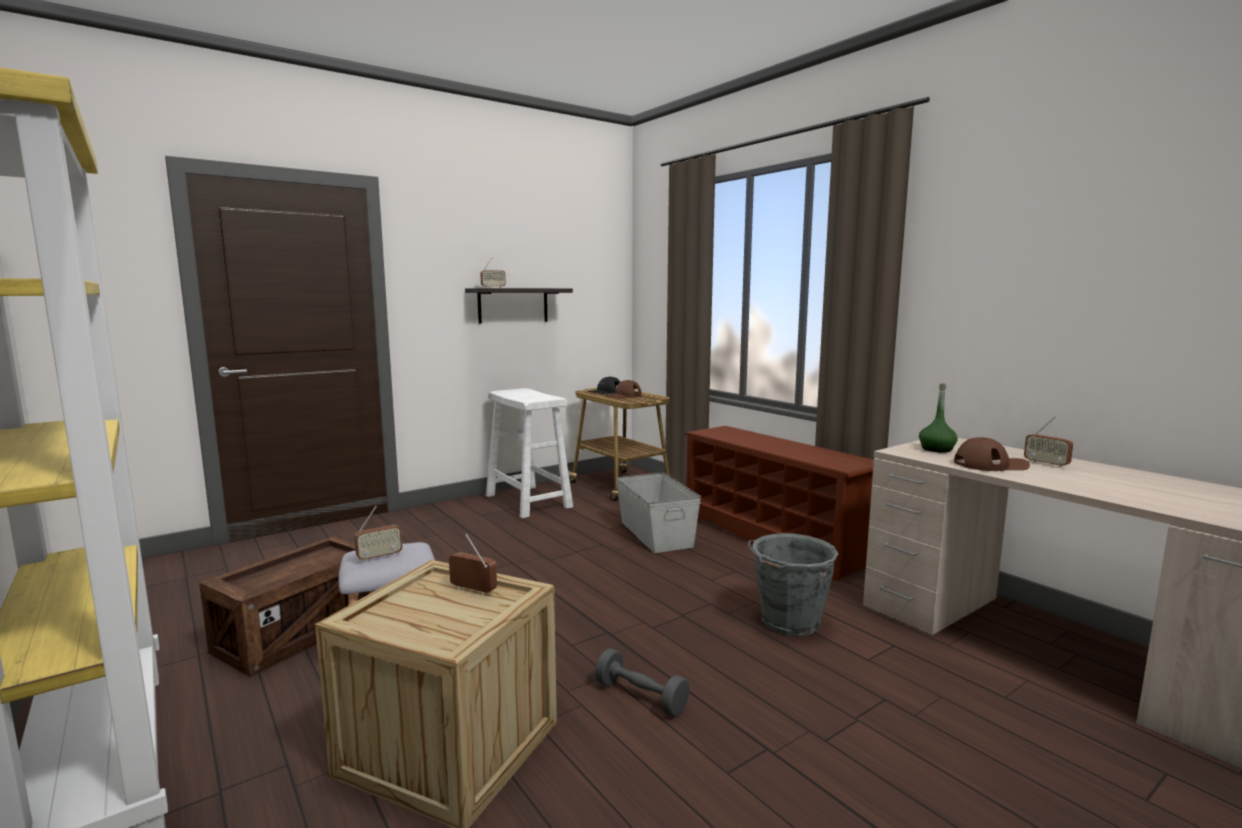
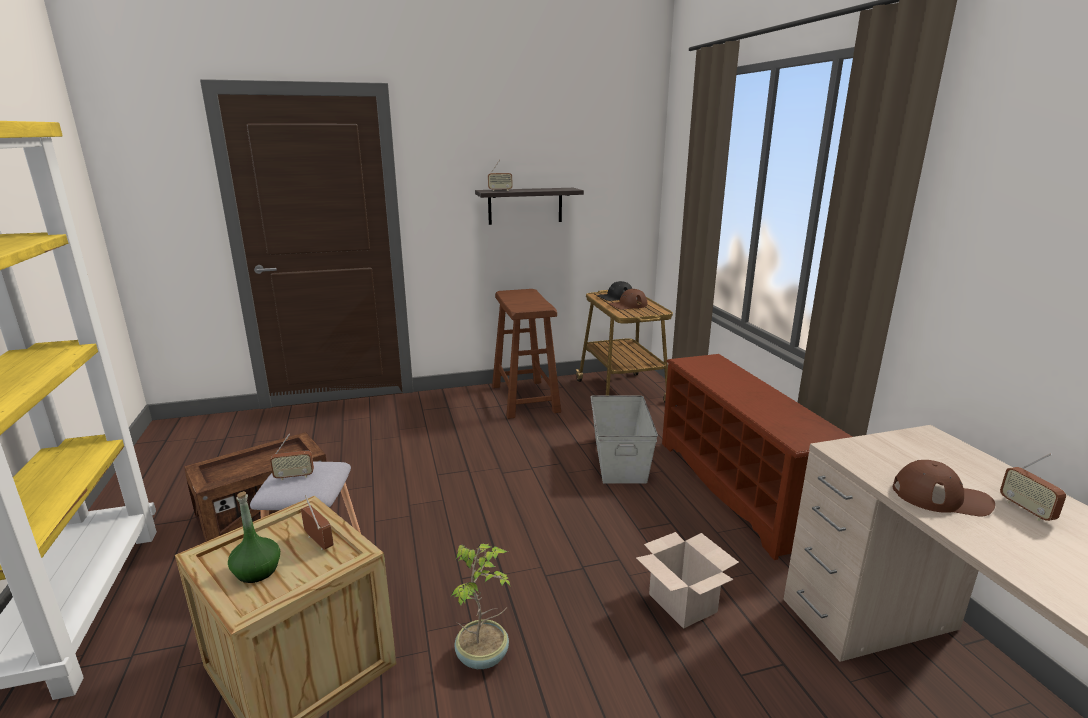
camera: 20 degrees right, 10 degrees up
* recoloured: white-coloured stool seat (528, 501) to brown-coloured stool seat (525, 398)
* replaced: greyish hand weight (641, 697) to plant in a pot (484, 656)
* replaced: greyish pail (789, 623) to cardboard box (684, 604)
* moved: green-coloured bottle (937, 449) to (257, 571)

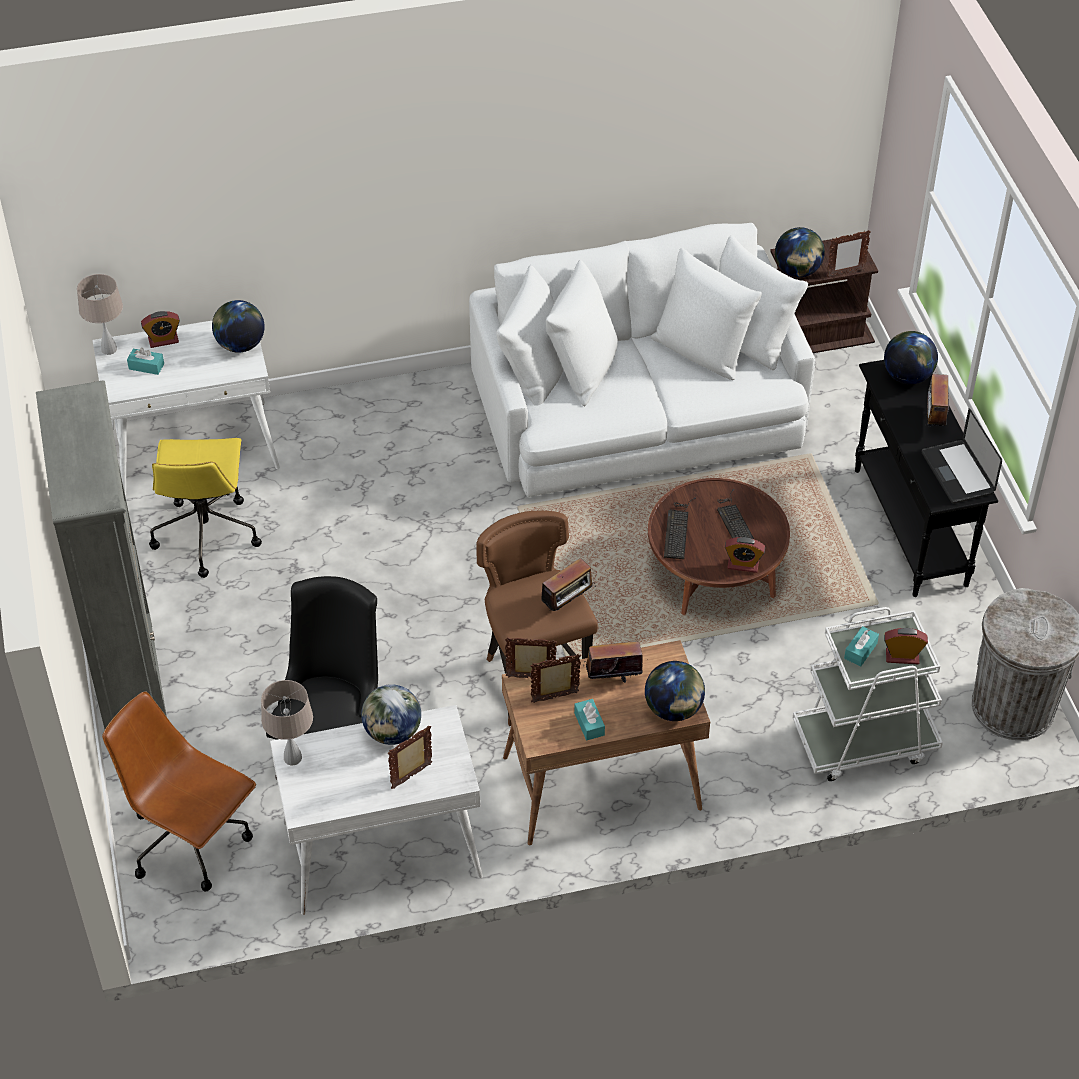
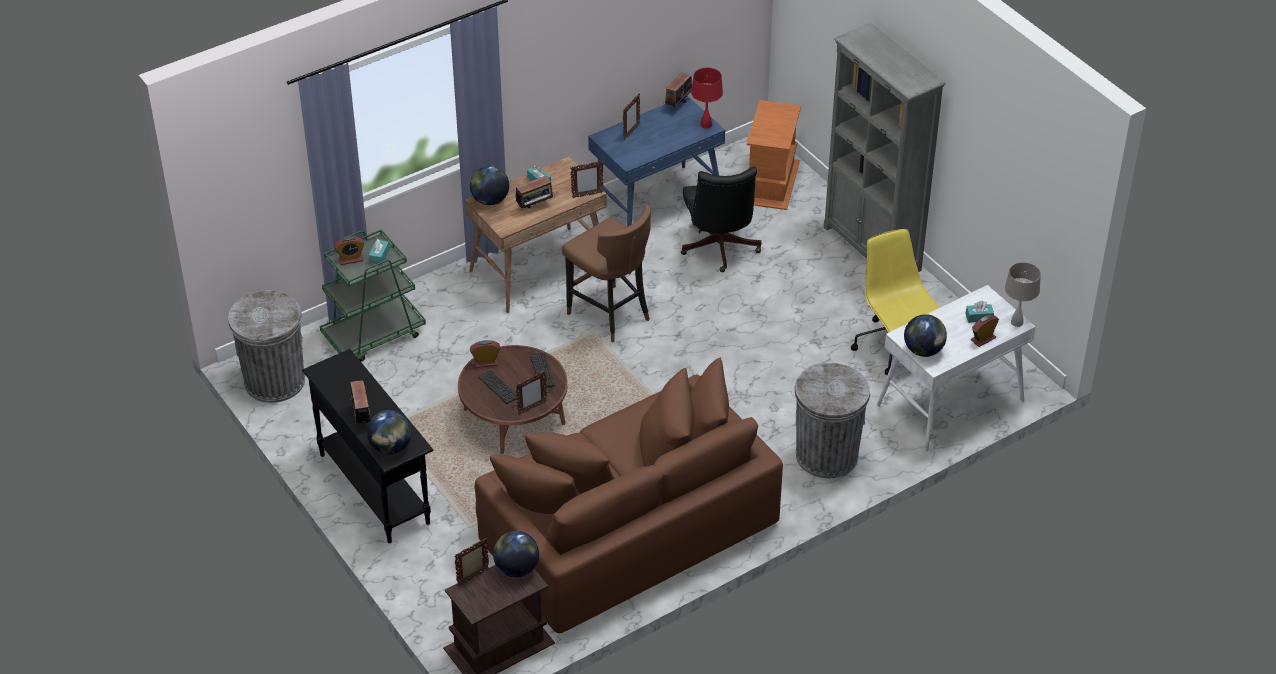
camera: 160 degrees right, 5 degrees down
* replaced: brown-coloured computer chair (191, 842) to orange-coloured end table (770, 182)
* recoloured: sand-coloured lamp for a table (293, 758) to red-coloured lamp for a table (705, 125)
* recoloured: white-coloured desk table (381, 851) to blue-coloured desk table (656, 205)
* removed: globe (393, 732)
* recoloured: white-coloured sofa (639, 410) to brown-coloured sofa (624, 528)
* moved: standing frame (555, 697) to (532, 408)
* moved: radio set (567, 603) to (677, 105)
* recoloured: white-coloured wheeled cart (864, 742) to green-coloured wheeled cart (374, 334)
* removed: laptop (957, 473)
* added: greyish trash can (827, 455)

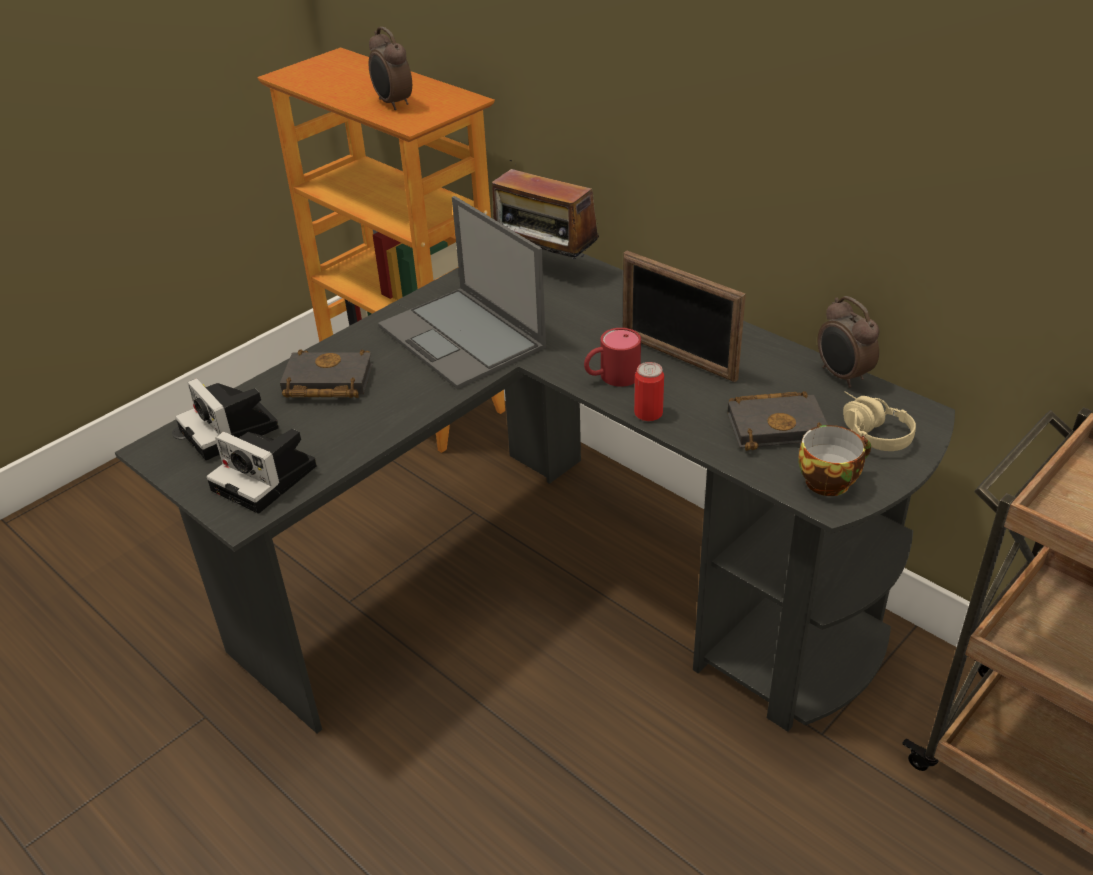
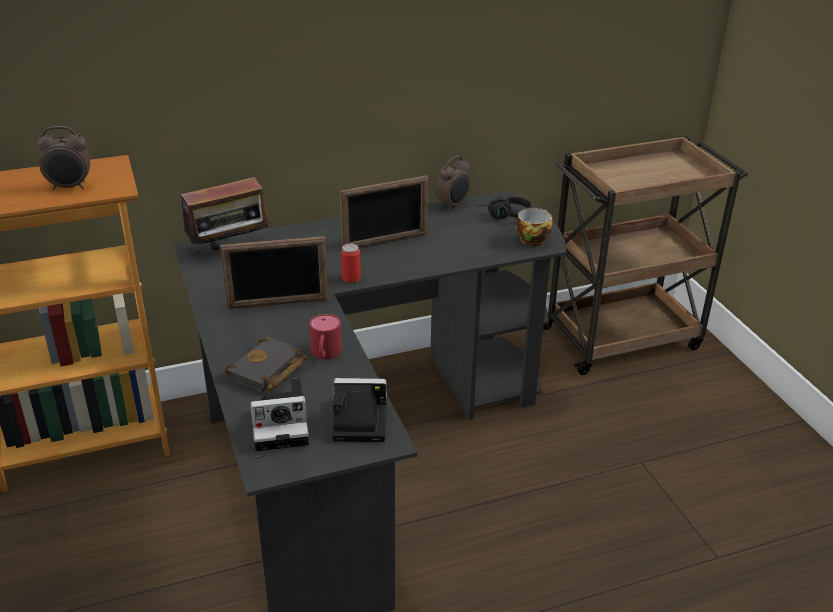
camera: 65 degrees left, 5 degrees down
* turned: still camera (268, 478) = (357, 421) 150 degrees counterclockwise
* replaced: laptop (463, 338) to standing frame (278, 303)
* moved: red-coloured tea mug (611, 377) to (325, 354)
* moved: can (648, 413) to (351, 278)
* removed: black-coloured book (777, 425)
* turned: alarm clock (842, 376) = (453, 205) 45 degrees counterclockwise
* recoloured: sand-coloured pair of headphones (868, 431) to black-coloured pair of headphones (503, 216)

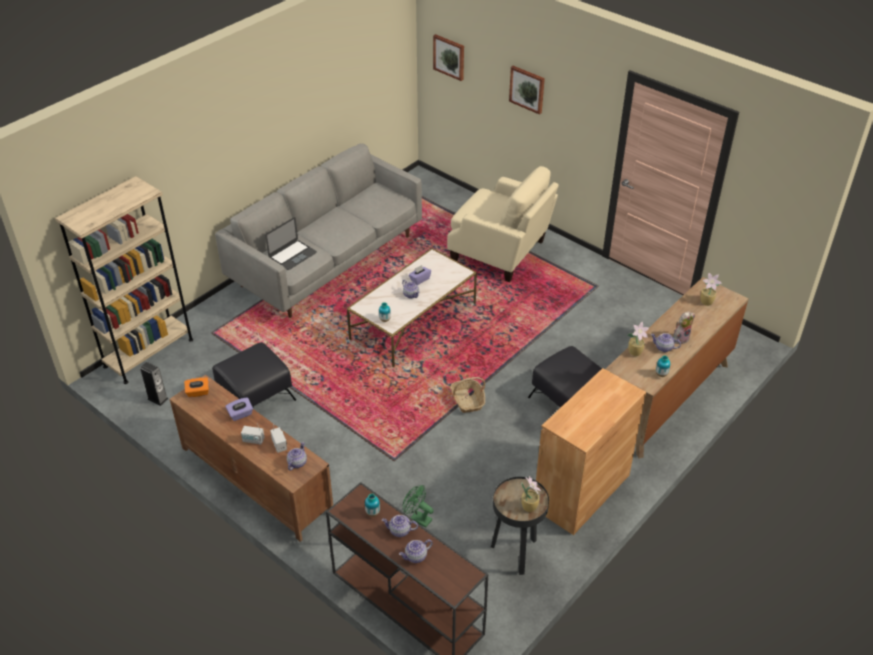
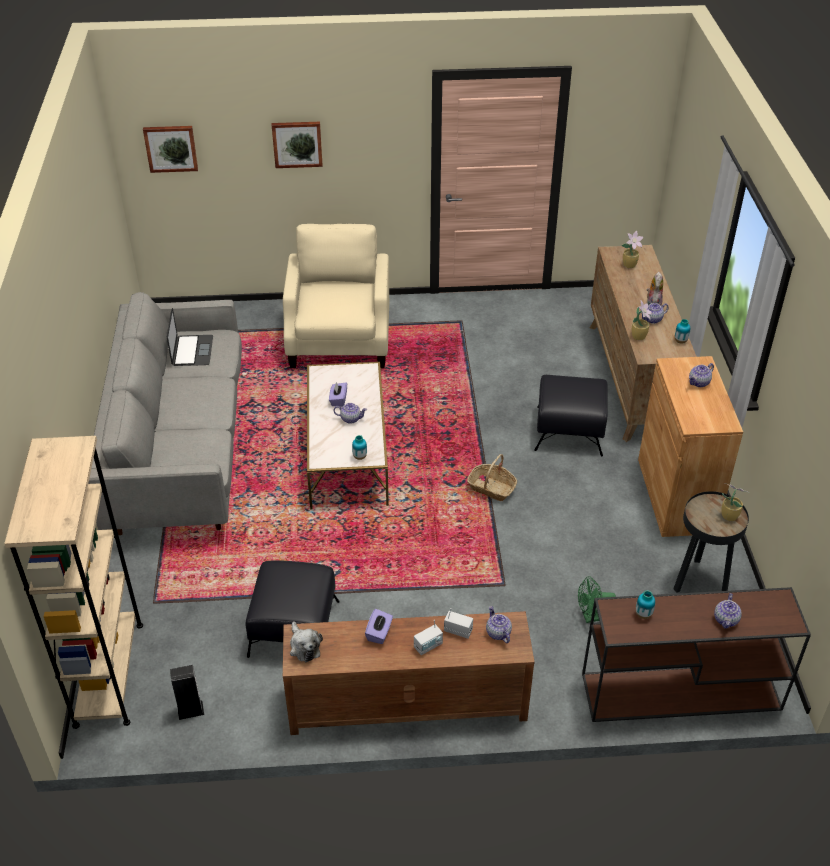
camera: 45 degrees left, 0 degrees up
* replaced: orange-coloured tissue box (198, 392) to soft toy (304, 647)
* moved: laptop (292, 255) to (192, 351)
* moved: pot for tea (399, 531) to (699, 383)
* turned: sand-coloured lounge chair (500, 252) = (339, 341) 75 degrees counterclockwise

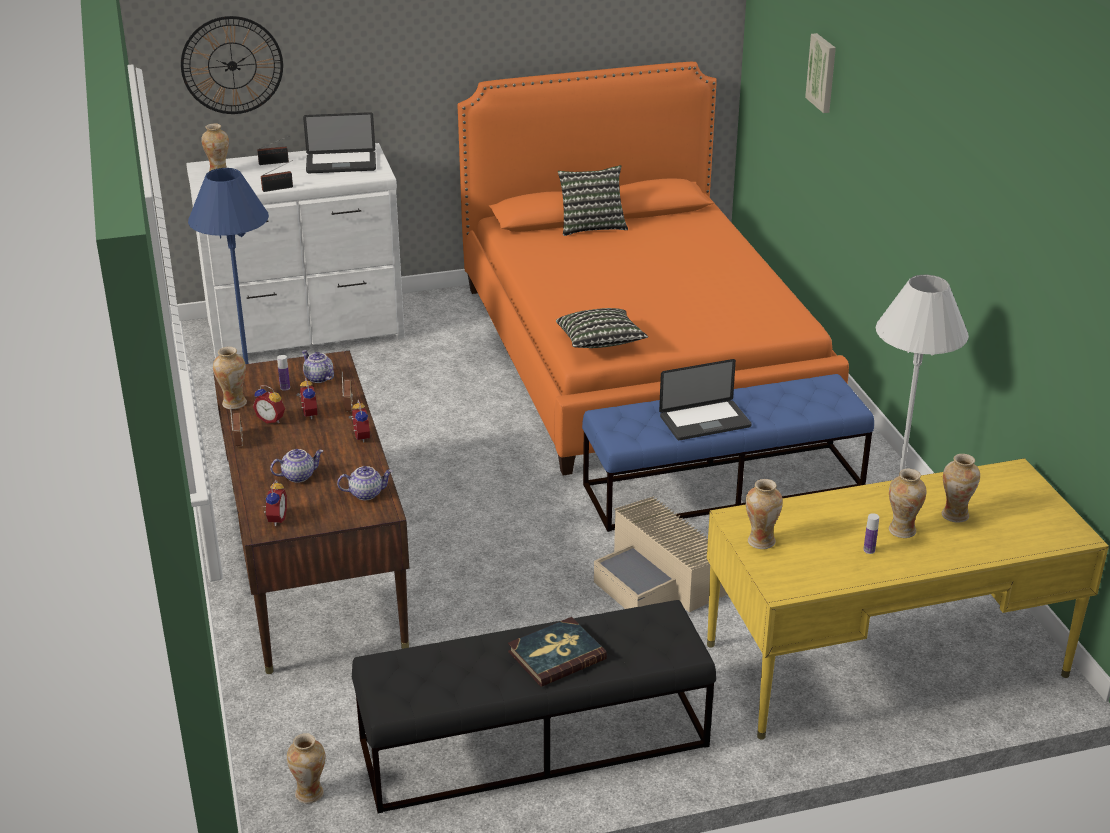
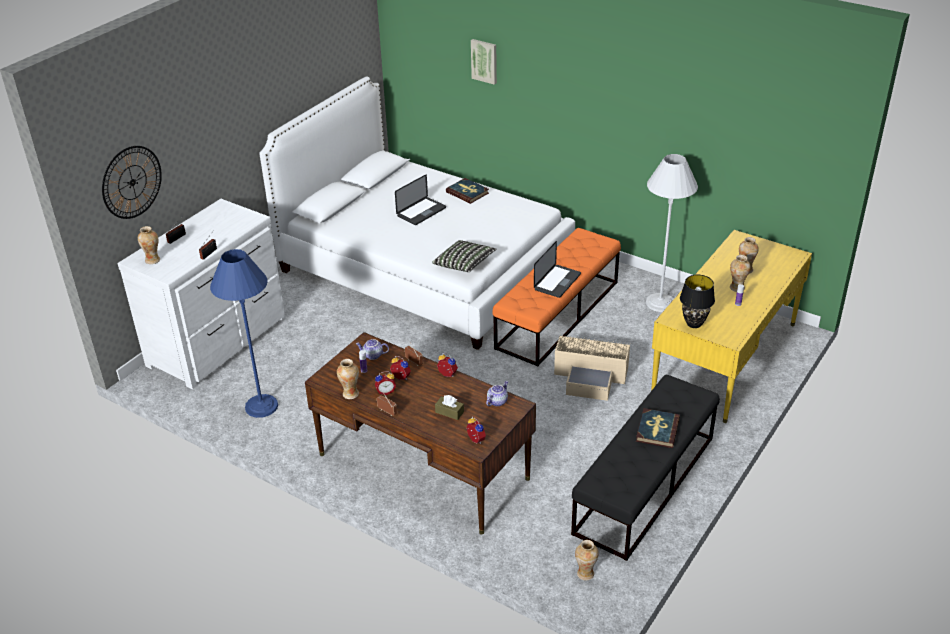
camera: 40 degrees left, 5 degrees up
* replaced: pot for tea (298, 476) to brown-coloured tissue box (449, 412)
* moved: laptop (341, 164) to (421, 212)
* recoloured: orange-coloured bed (637, 355) to white-coloured bed (424, 266)
* removed: cushion (591, 226)
* recoloured: blue-coloured bench (724, 486) to orange-coloured bench (558, 314)
* replaced: flower vase (761, 541) to black-coloured lamp for a table (694, 324)
* added: book (467, 192)

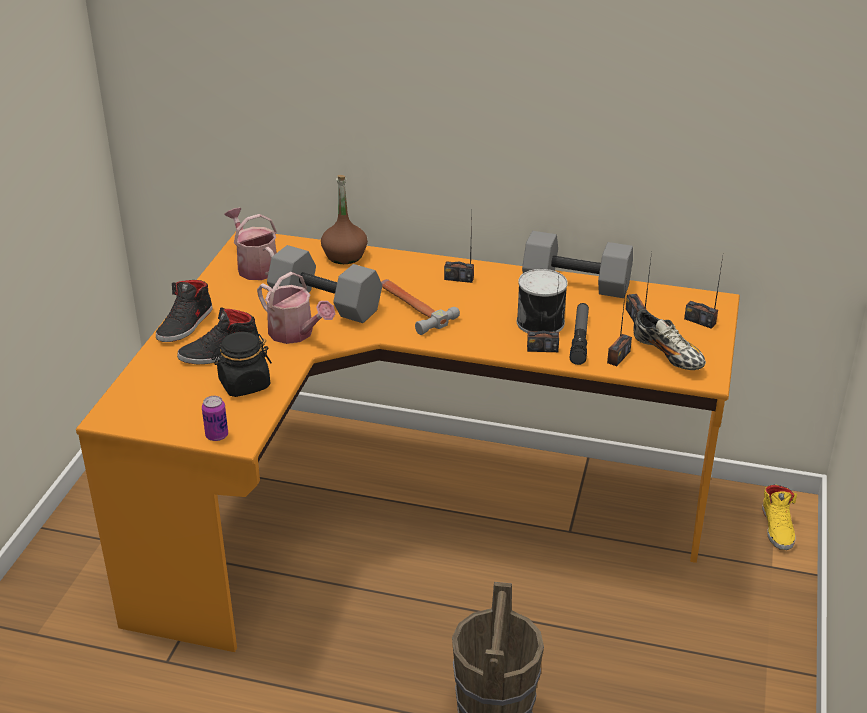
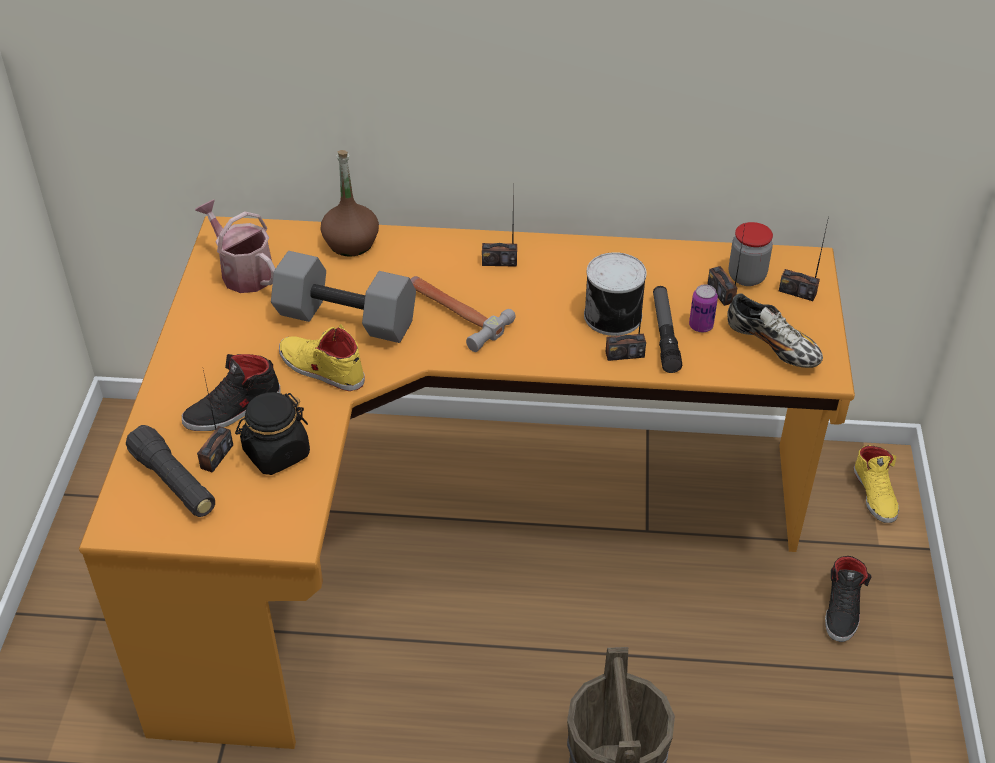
camera: 10 degrees left, 10 degrees up
* moved: black-coloured low shoe (186, 325) to (842, 608)
* moved: can (217, 435) to (701, 326)
* replaced: sprinkling can (295, 334) to yellow-coloured low shoe (321, 368)
* removed: greyish hand weight (577, 283)
* moved: radio set (618, 357) to (216, 456)
* added: black-coloured torch (174, 482)
* added: preserve jar (746, 277)

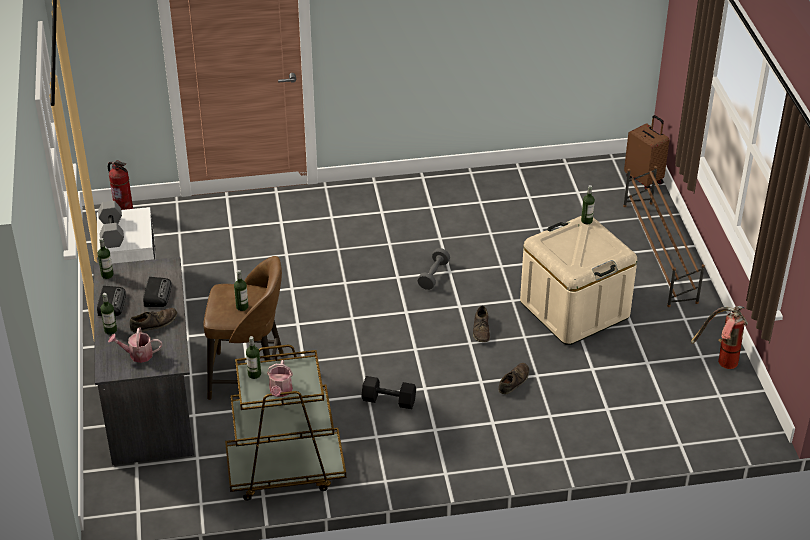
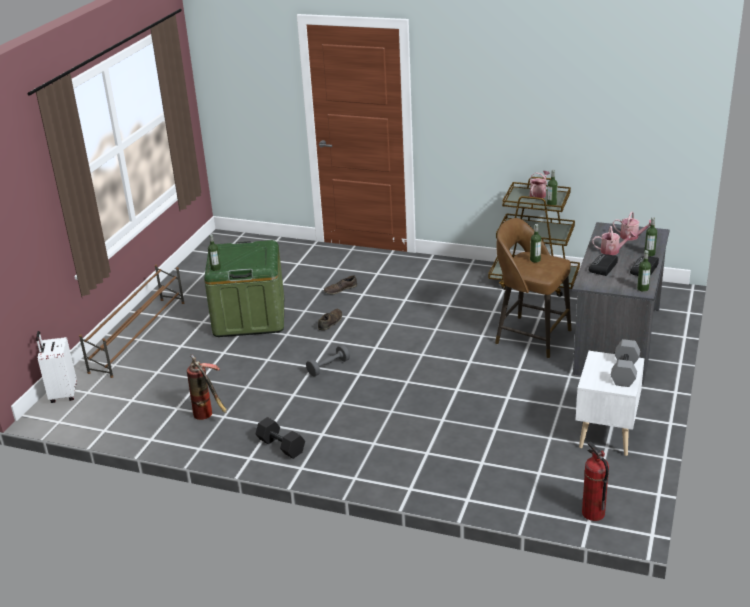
camera: 150 degrees left, 10 degrees down
* replaced: brown-coloured low shoe (154, 323) to sprinkling can (612, 251)
* moved: black-coloured hand weight (388, 401) to (282, 446)
* recoloured: sand-coloured storage bin (574, 309) to green-coloured storage bin (249, 317)
* recoloured: brown-coloured piece of luggage (644, 179) to white-coloured piece of luggage (62, 394)
* moved: fire-fighting cylinder (719, 362) to (209, 415)

